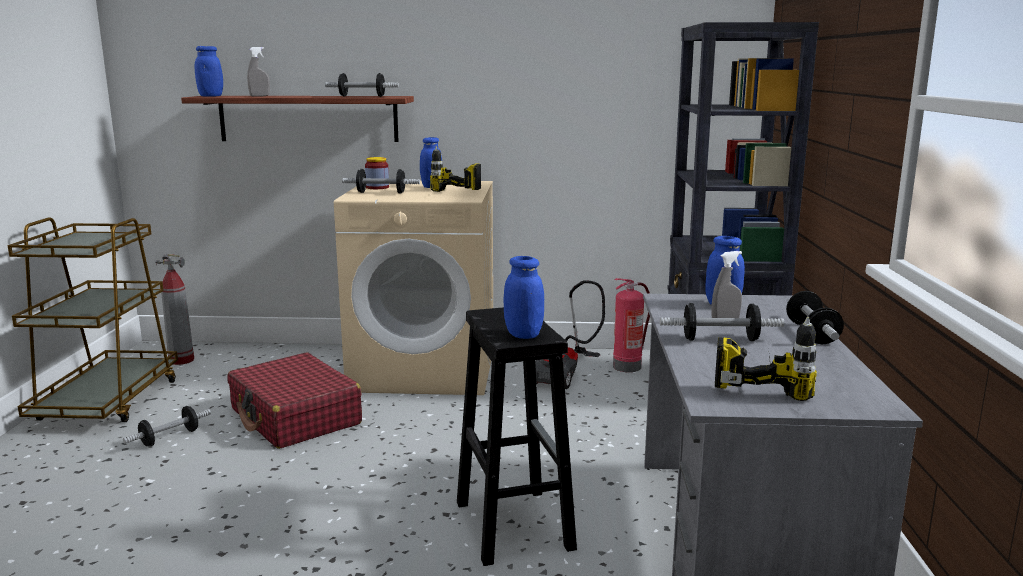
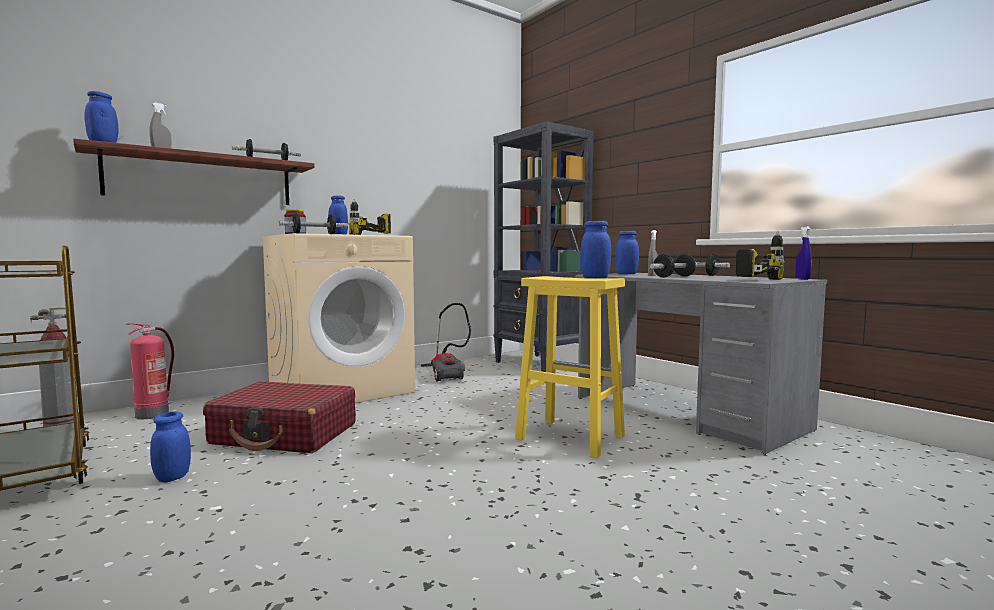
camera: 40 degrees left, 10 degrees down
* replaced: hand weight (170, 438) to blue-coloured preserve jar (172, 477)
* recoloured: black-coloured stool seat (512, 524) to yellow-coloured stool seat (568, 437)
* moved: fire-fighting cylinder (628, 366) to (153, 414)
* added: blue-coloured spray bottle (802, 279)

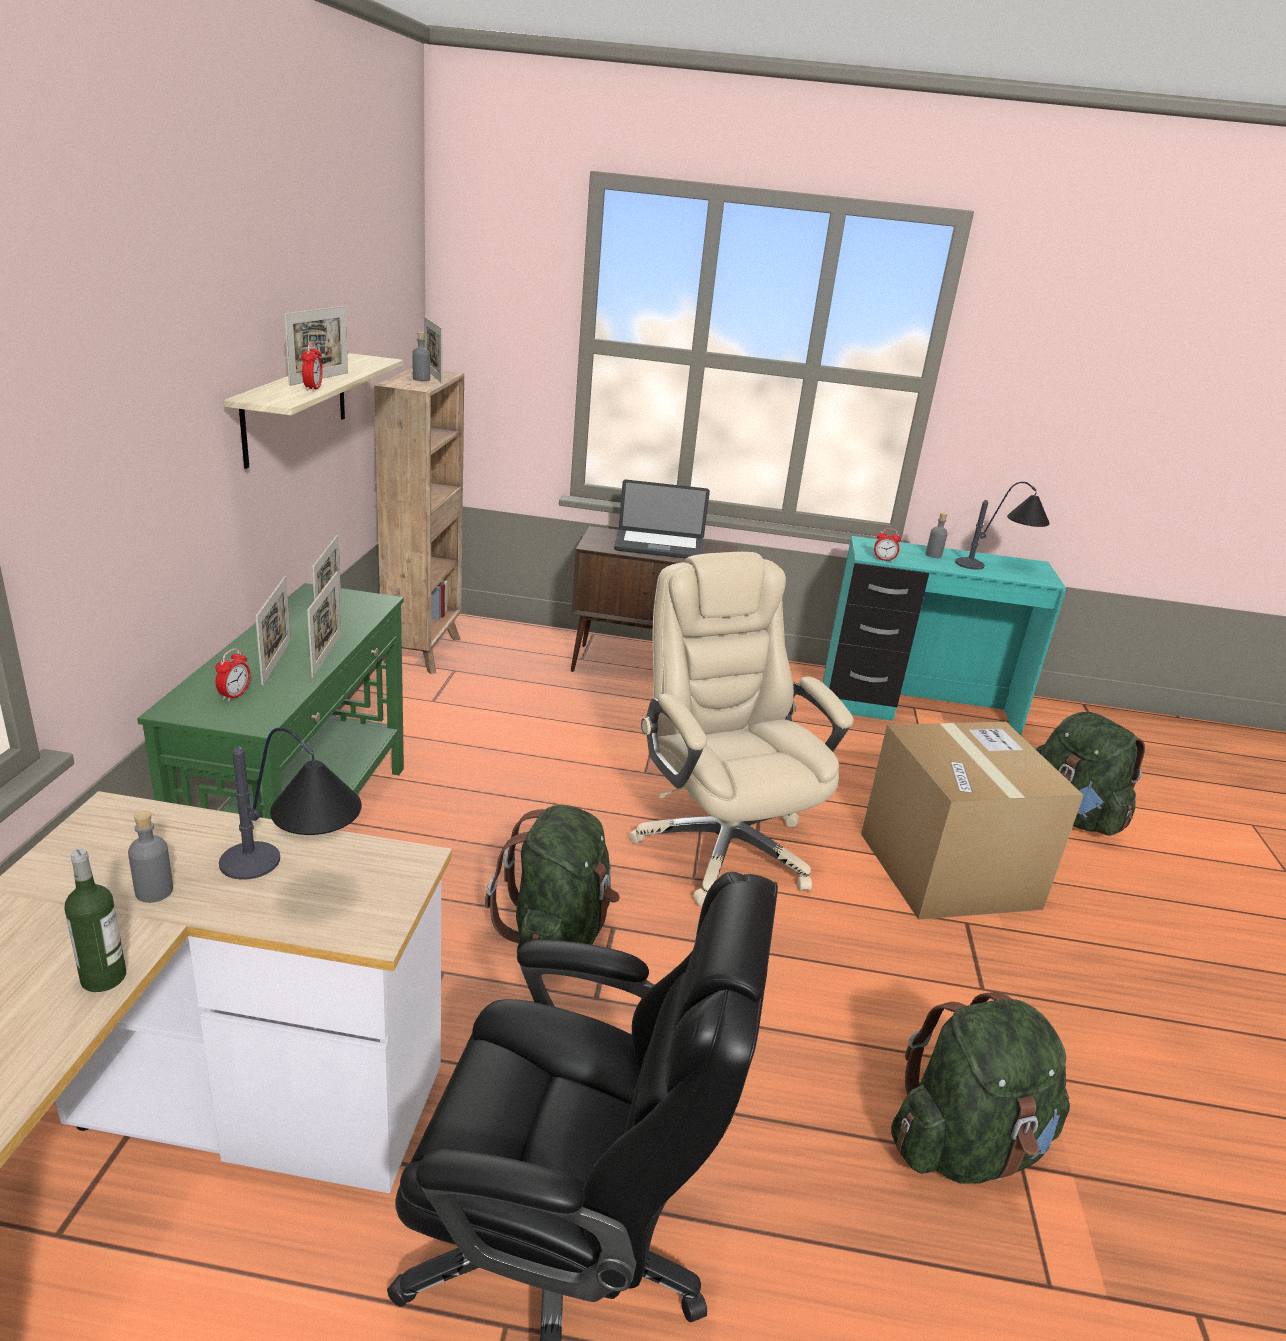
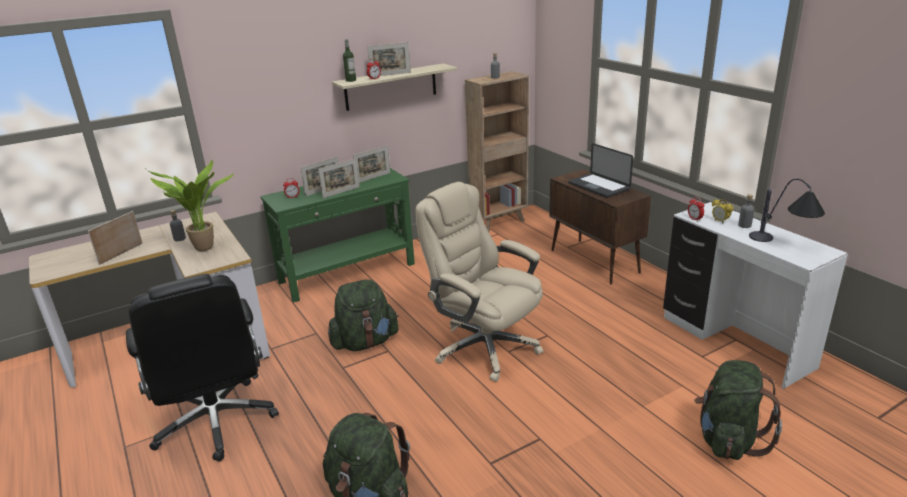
camera: 55 degrees right, 0 degrees up
* moved: bottle (103, 978) to (351, 80)
* replaced: lamp for a table (295, 881) to plant in a pot (205, 249)
* moved: standing frame (433, 375) to (121, 253)
* turned: sand-coloured computer chair (722, 845) = (484, 347) 75 degrees counterclockwise
* recoloured: turquoise desk table (918, 711) to white-coloured desk table (734, 342)
* removed: cardboard box (948, 870)
* added: alarm clock (720, 221)

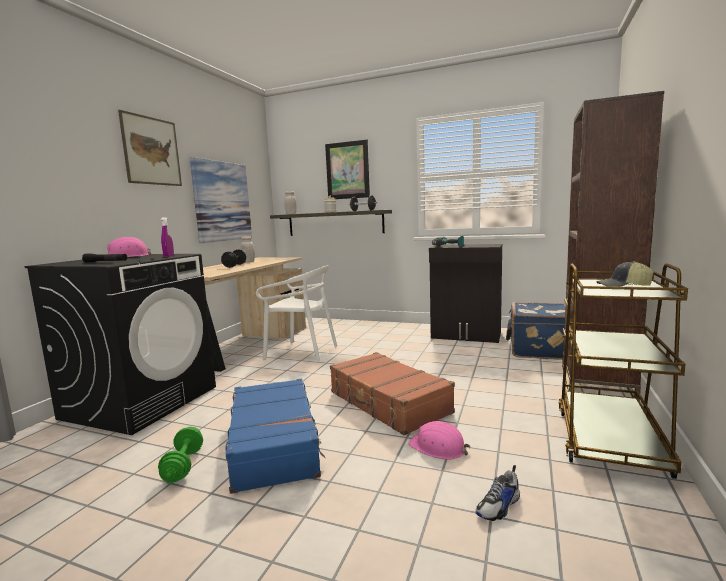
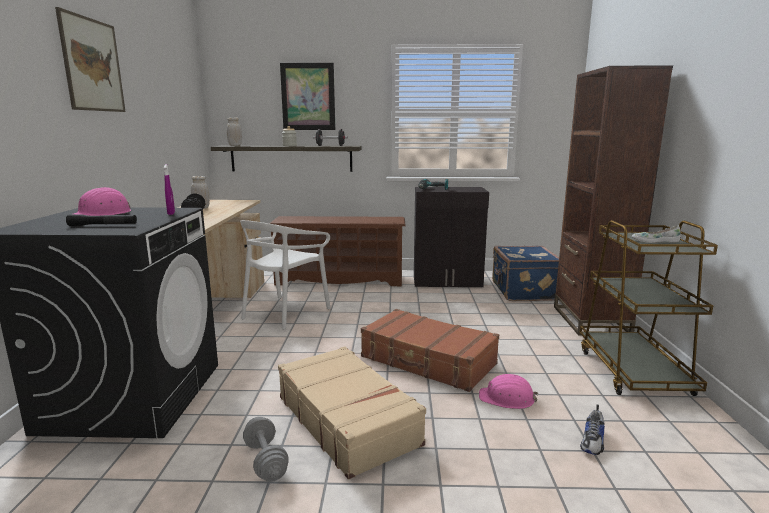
camera: 20 degrees left, 5 degrees up
* recoloured: green-coloured hand weight (183, 465) to greyish hand weight (266, 461)
* removed: wall picture (222, 201)
* recoloured: blue-coloured piece of luggage (275, 443) to sand-coloured piece of luggage (347, 419)
* turned: white-coloured plain chair (301, 351) = (285, 312) 120 degrees clockwise
* replaced: peaked cap (623, 286) to white-coloured low shoe (654, 241)
* added: brown-coloured shoe rack (340, 279)

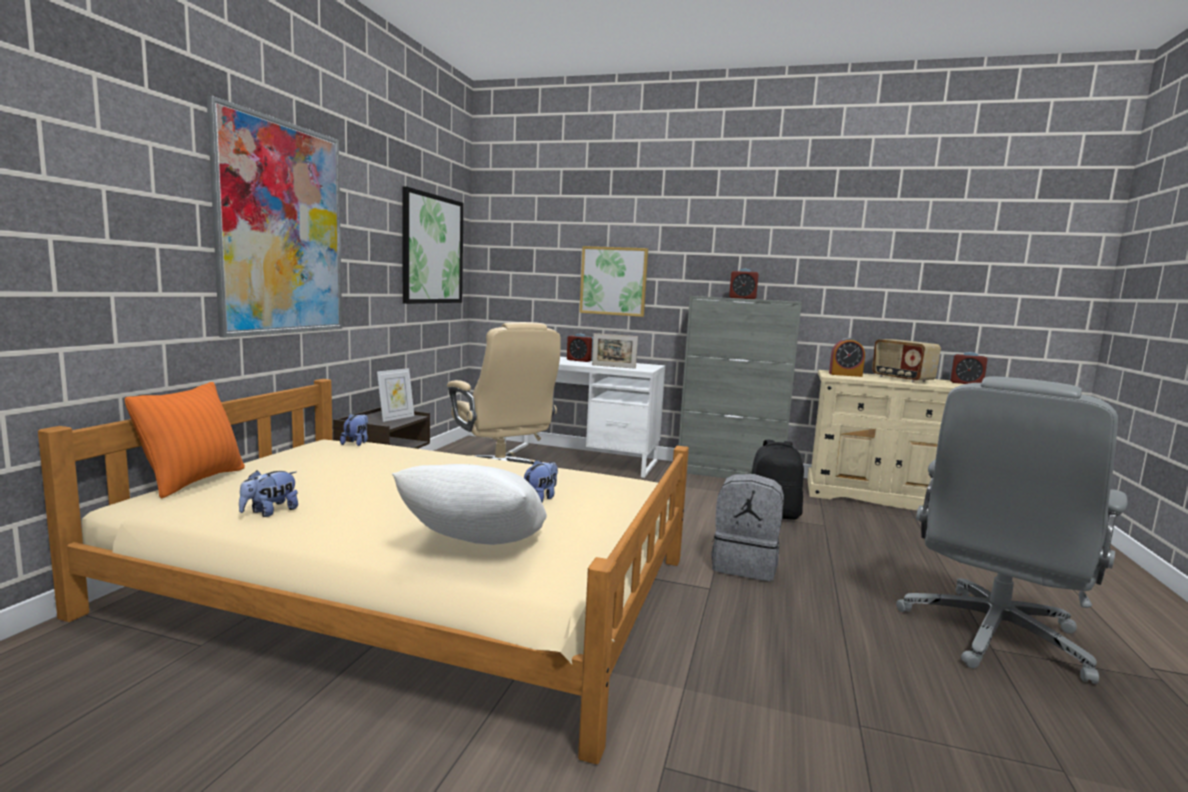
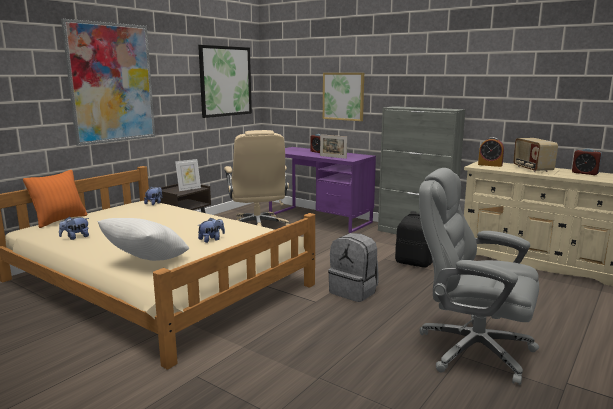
camera: 20 degrees right, 5 degrees up
* recoloured: white-coloured desk table (580, 459) to purplish desk table (319, 219)
* removed: alarm clock (742, 298)
* turned: greyish computer chair (993, 636) = (472, 349) 60 degrees clockwise

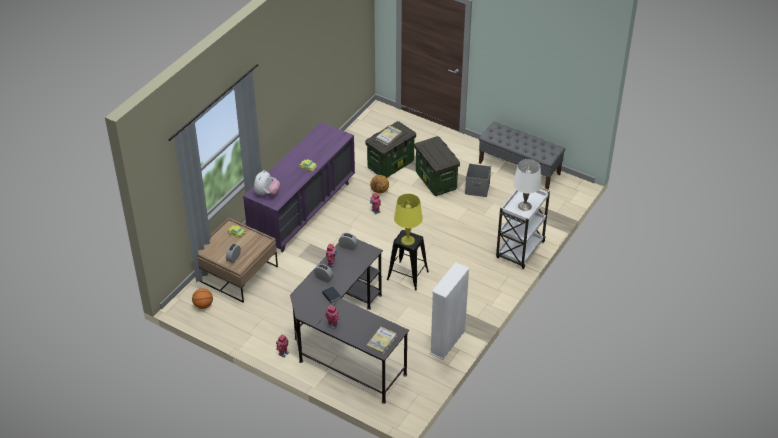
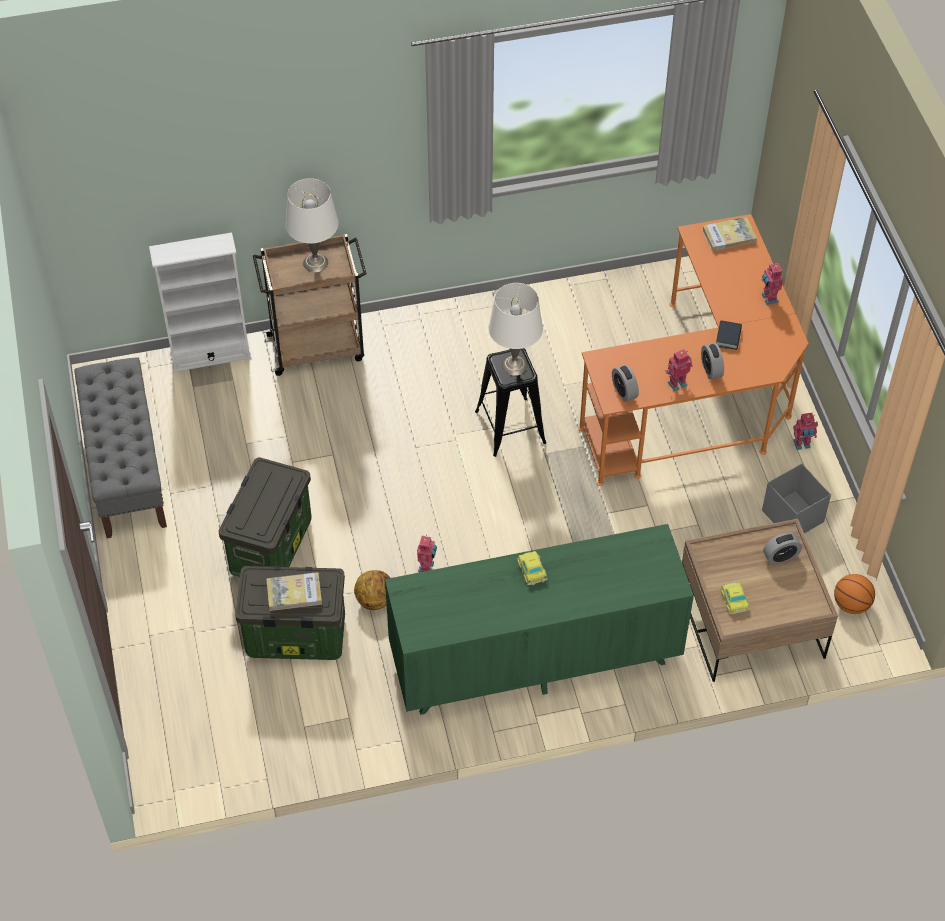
camera: 135 degrees left, 10 degrees up
* recoloured: purplish dresser (303, 211) to green-coloured dresser (534, 659)
* removed: soft toy (266, 193)
* recoloured: black-coloured desk table (346, 341) to orange-coloured desk table (700, 398)
* recoloured: yellow-coloured lamp for a table (407, 240) to white-coloured lamp for a table (515, 365)
* moved: white-coloured bookshelf (447, 342) to (210, 355)
* moved: greyish storage bin (477, 189) to (792, 516)
* recoloured: white-coloured wheeled cart (520, 250) to brown-coloured wheeled cart (317, 347)

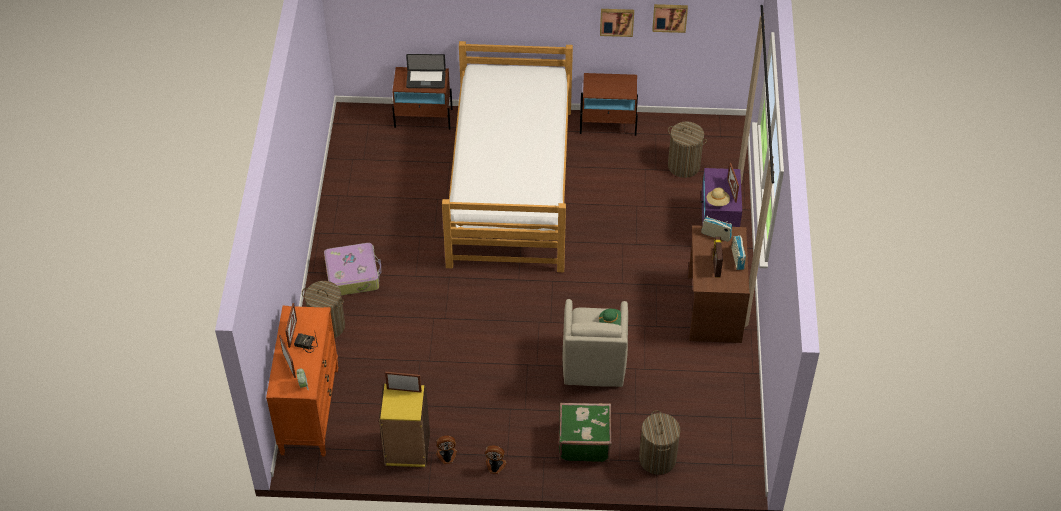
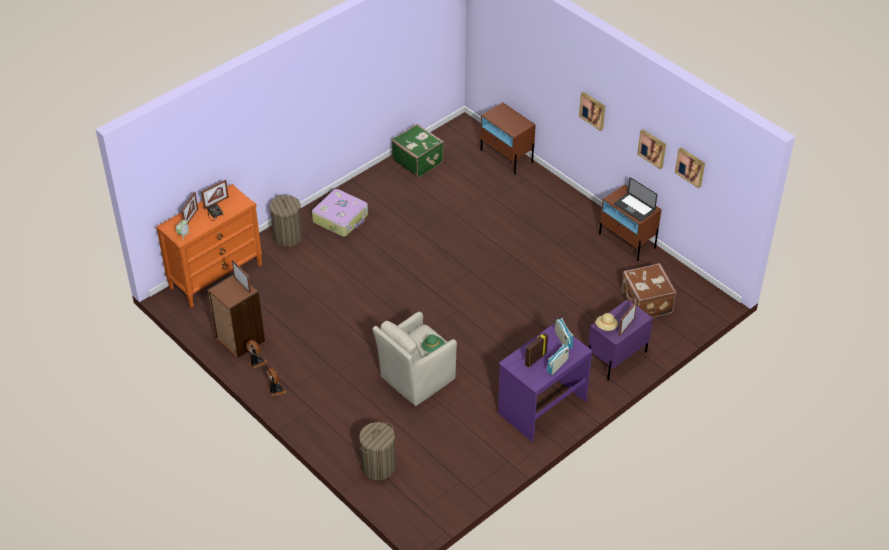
camera: 45 degrees right, 5 degrees down
* recoloured: yellow-coloured bookshelf (407, 449) to brown-coloured bookshelf (239, 340)
* moved: laptop (426, 80) to (634, 208)
* removed: bed (511, 186)
* moved: green-coloured piece of luggage (583, 441) to (418, 160)
* replaced: washing basket (684, 166) to brown-coloured piece of luggage (646, 303)
* recoloured: brown-coloured desk table (713, 309) to purplish desk table (541, 406)
* added: wall picture (593, 110)

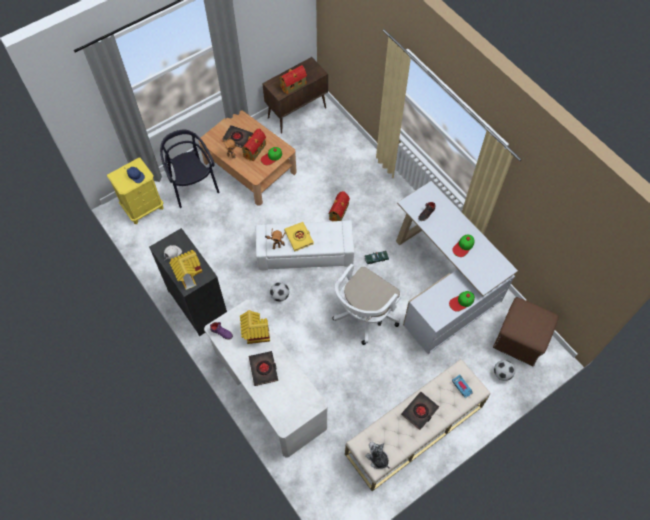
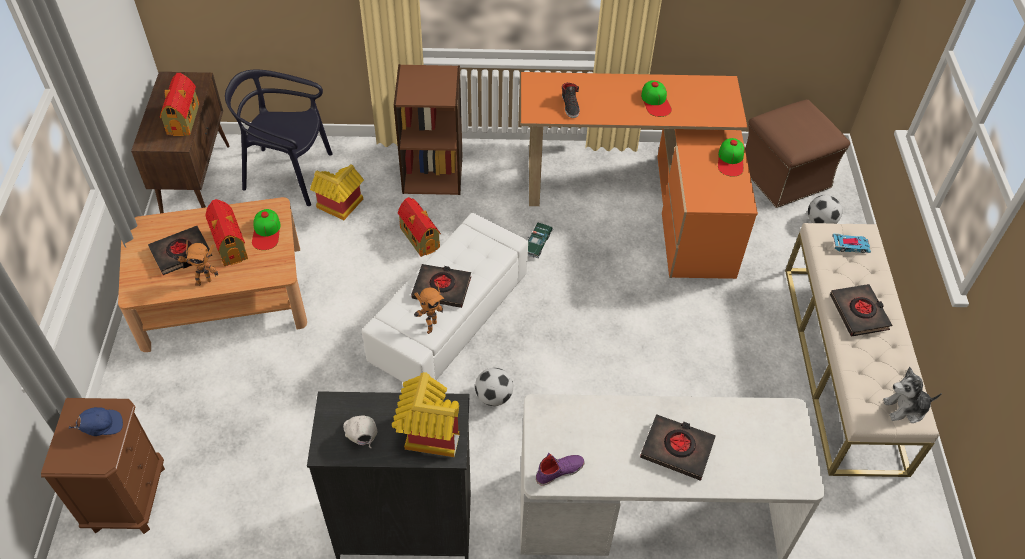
camera: 55 degrees left, 10 degrees down
* recoloured: yellow-coloured bedside table (143, 208) to brown-coloured bedside table (128, 498)
* moved: black-coloured plain chair (193, 186) to (288, 174)
* moved: model house (254, 334) to (339, 207)
* recoloured: yellow-coloured book (299, 237) to black-coloured book (442, 288)
* removed: white-coloured computer chair (364, 316)
* recoloured: white-coloured desk table (443, 284) to orange-coloured desk table (641, 199)
* added: brown-coloured bookshelf (433, 173)

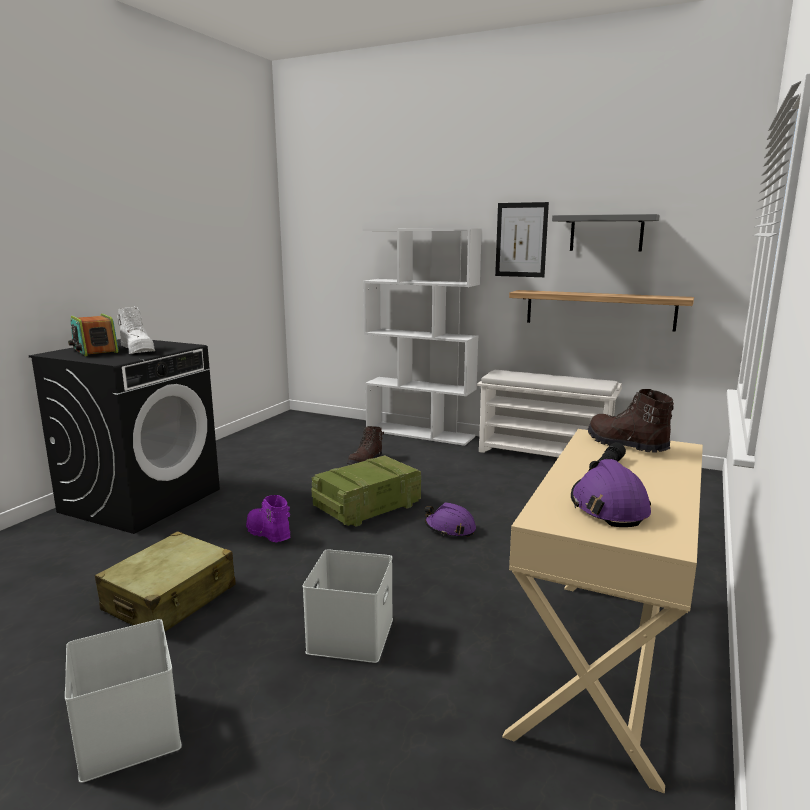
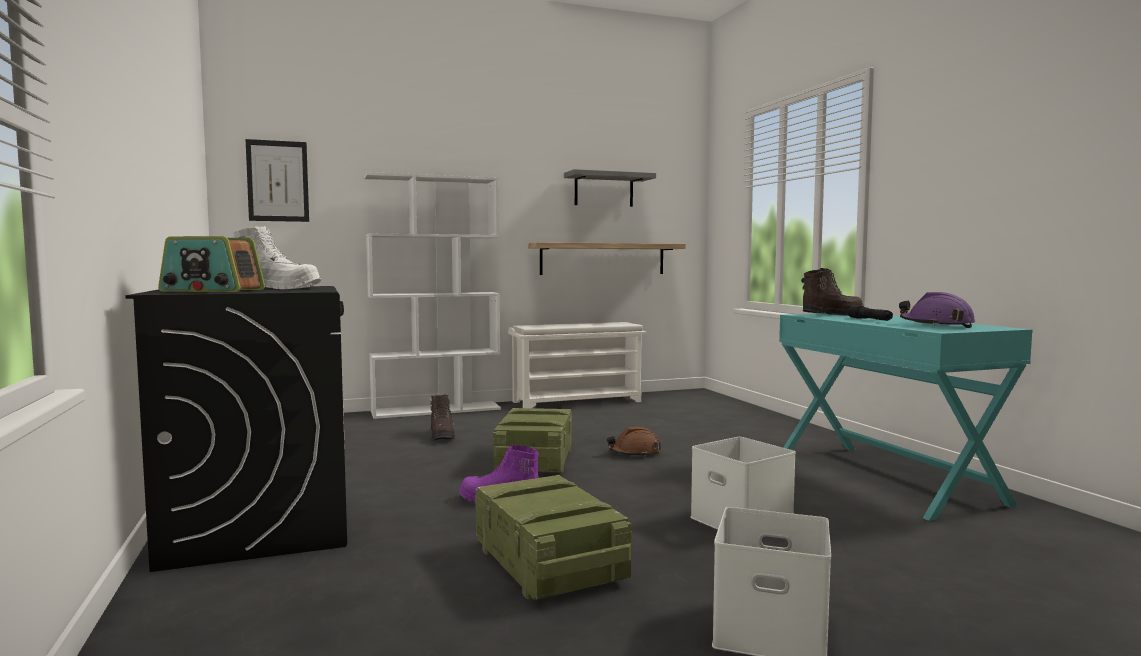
camera: 45 degrees left, 10 degrees down
* replaced: sand-coloured piece of luggage (170, 598) to crate (546, 563)
* recoloured: purplish safety helmet (450, 528) to brown-coloured safety helmet (635, 453)
* moved: wall picture (521, 240) to (278, 181)
* recoloured: sand-coloured desk table (605, 667) to turquoise desk table (885, 478)
* turned: brown-coloured boot (625, 445) = (832, 315) 150 degrees clockwise

